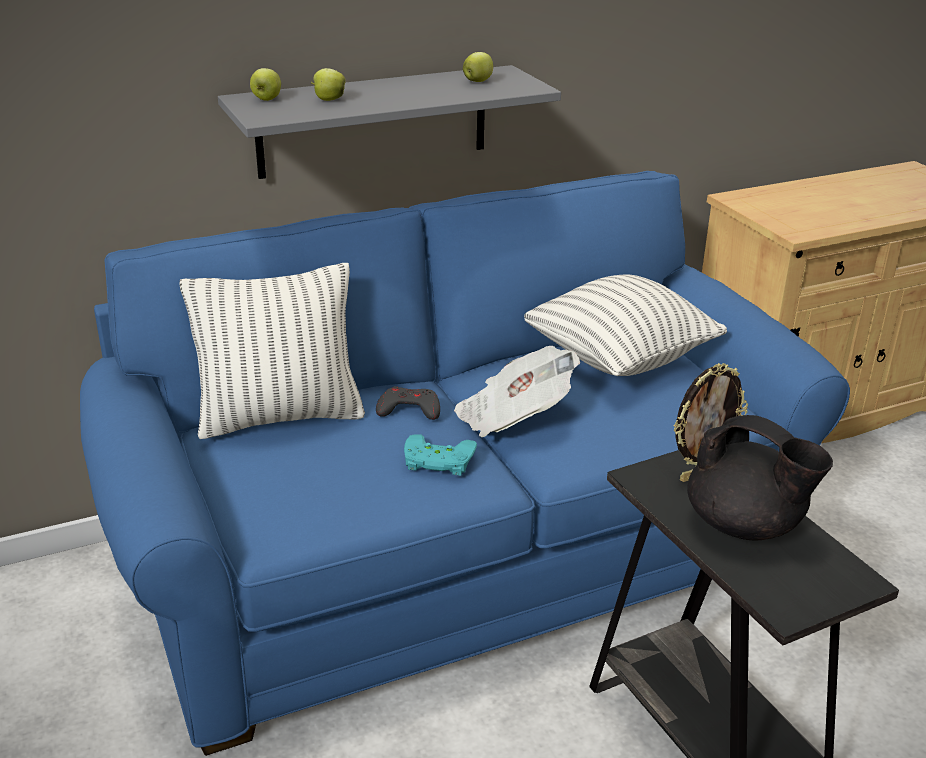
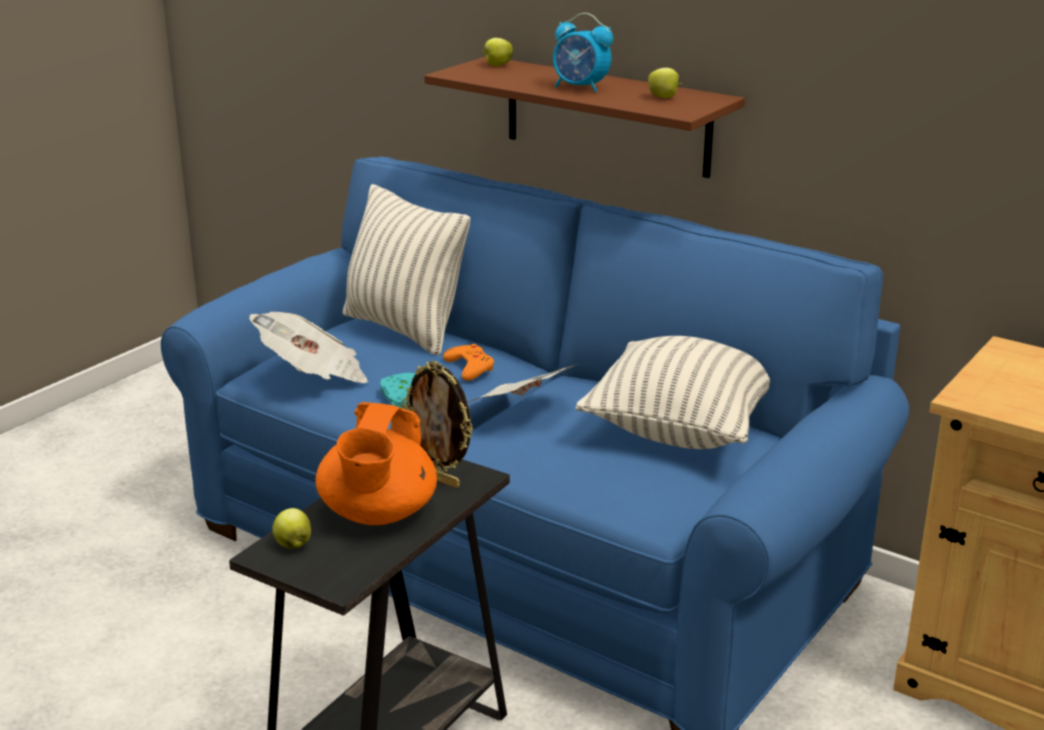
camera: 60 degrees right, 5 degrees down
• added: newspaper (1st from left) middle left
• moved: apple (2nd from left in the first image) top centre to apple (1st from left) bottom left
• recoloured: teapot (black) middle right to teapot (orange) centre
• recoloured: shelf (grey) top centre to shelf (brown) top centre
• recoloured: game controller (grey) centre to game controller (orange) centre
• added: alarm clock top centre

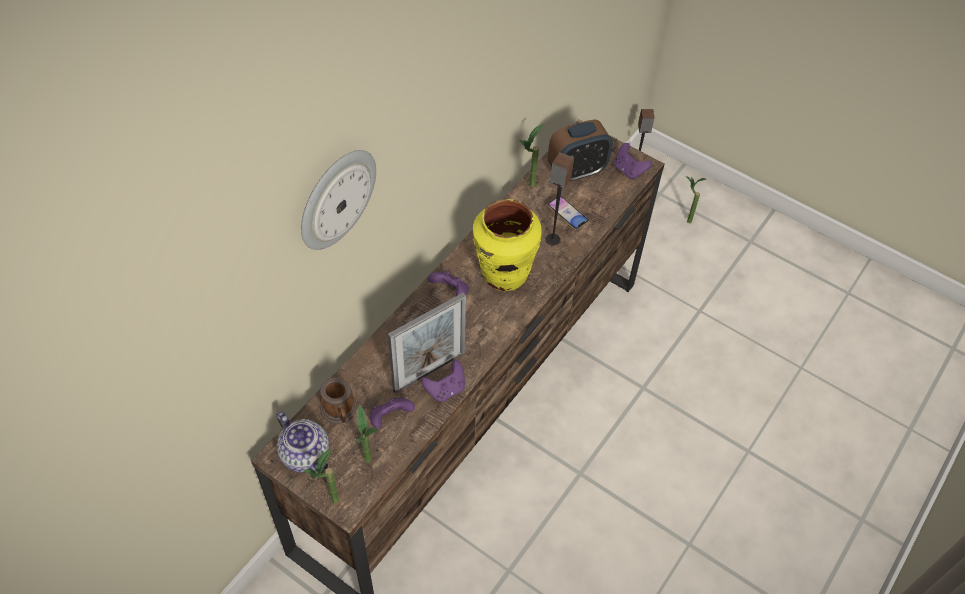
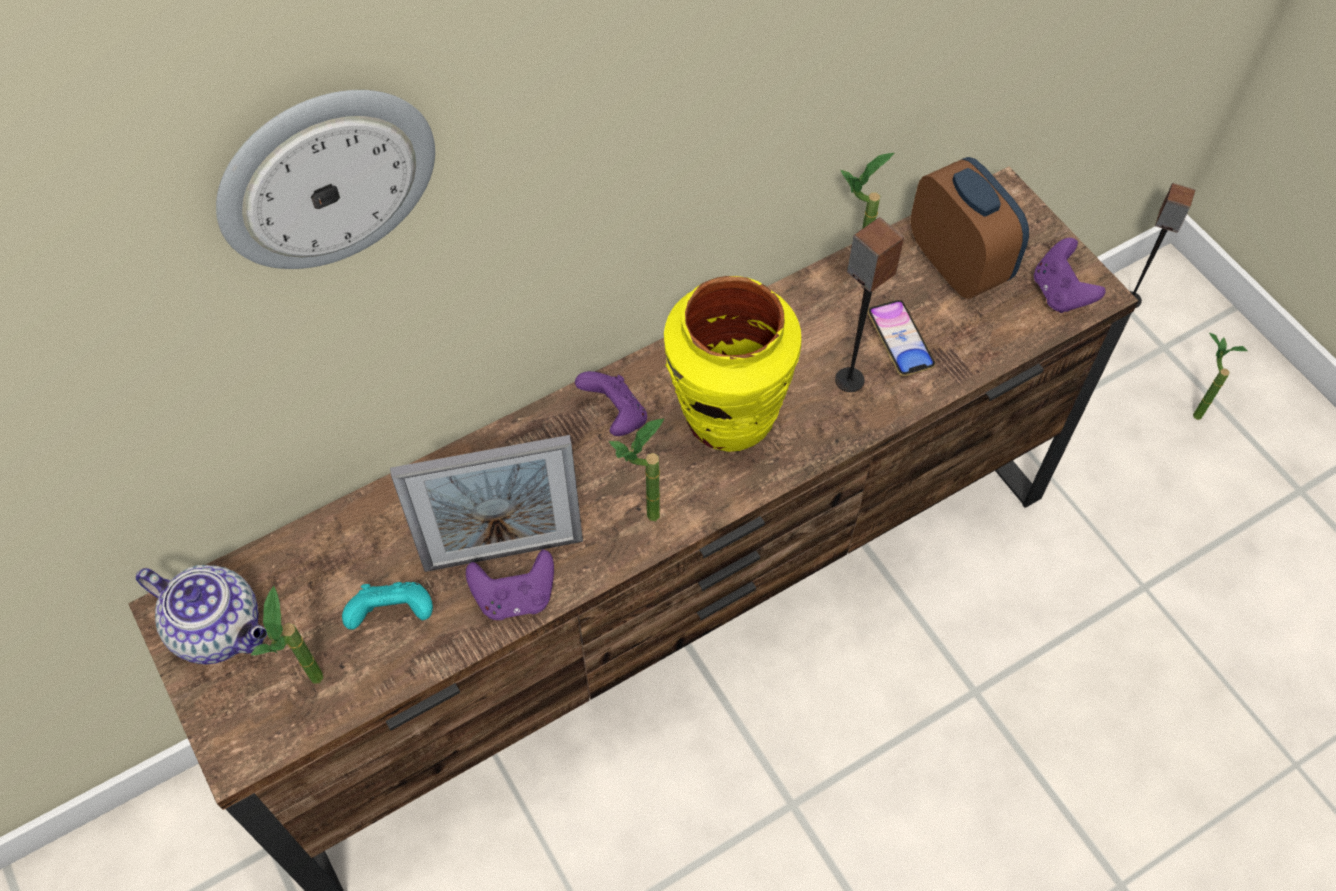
camera: 25 degrees right, 5 degrees up
• turned: teapot bottom left = bottom left 45 degrees counterclockwise
• recoloured: game controller (purple) (1st from left) bottom centre to game controller (turquoise) bottom left
• moved: potted plant (1st from left in the first image) bottom left to potted plant (2nd from left) centre
• turned: alarm clock top centre = top right 120 degrees counterclockwise
• removed: mug bottom centre

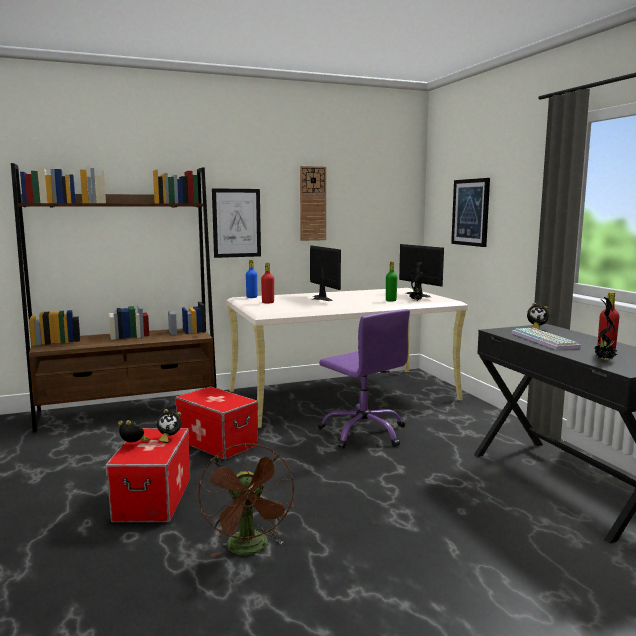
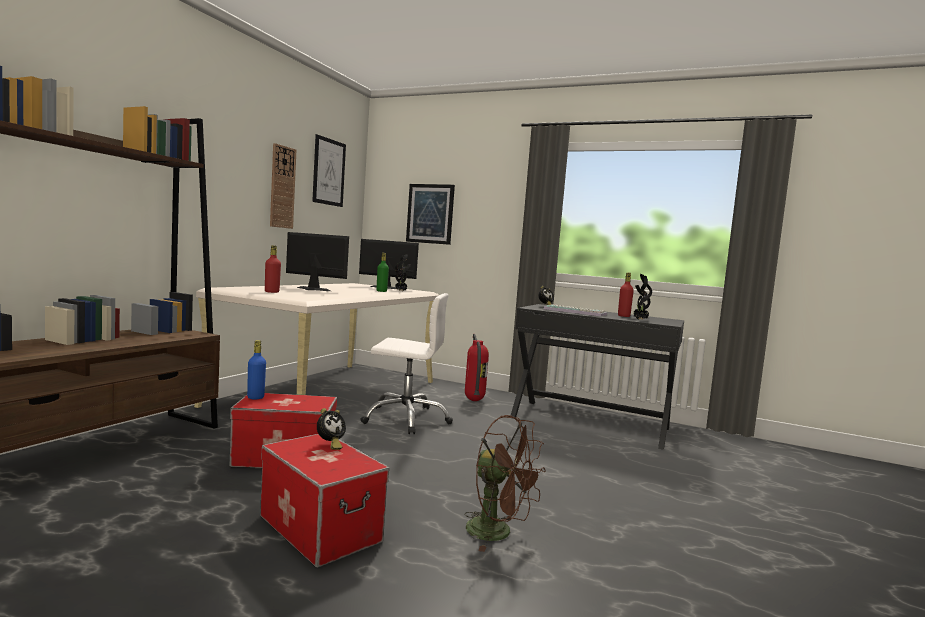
camera: 45 degrees left, 5 degrees down
• moved: bottle (blue) centre to middle left
• moved: picture (1st from left) centre to top centre
• recoloured: office chair (purple) centre to office chair (white) centre
• added: fire extinguisher centre
• removed: alarm clock (1st from left) bottom left

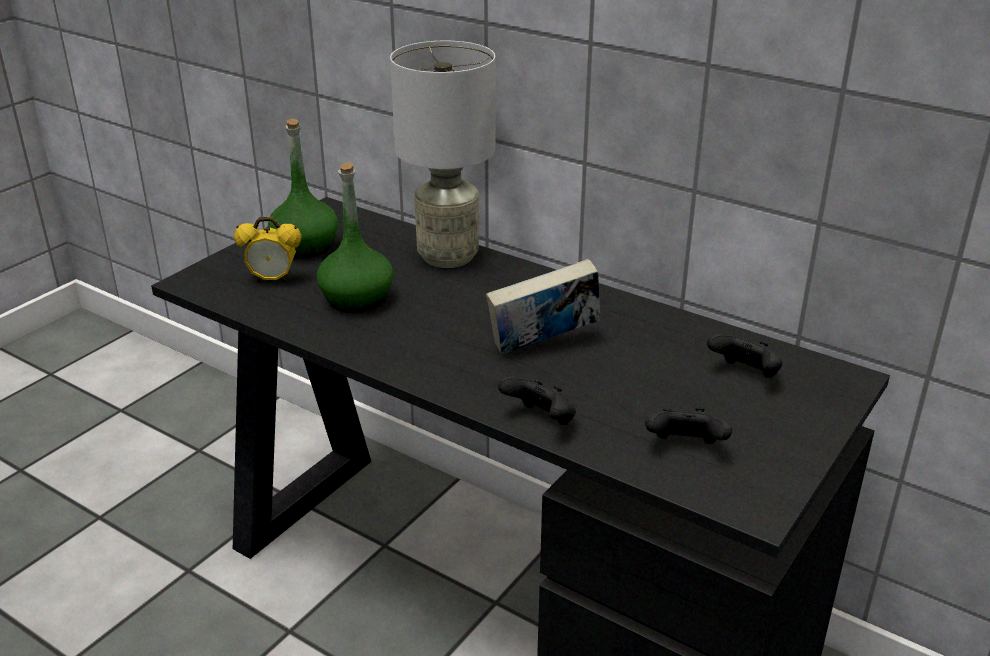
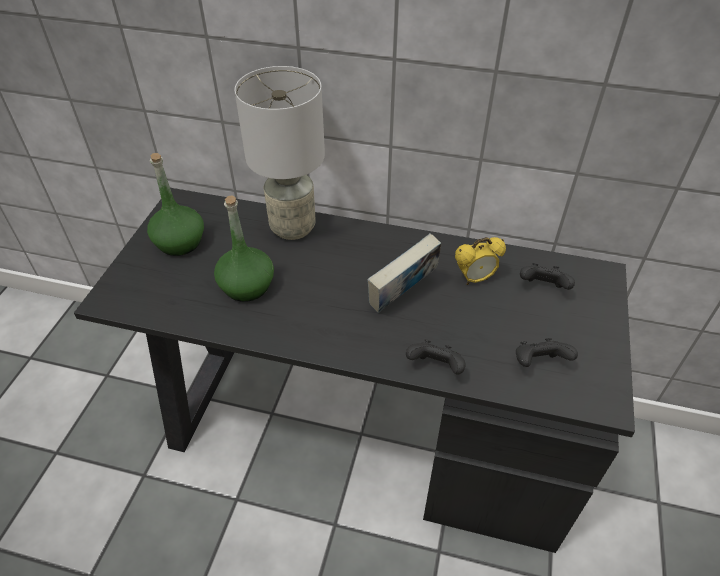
camera: 20 degrees left, 15 degrees up
• moved: alarm clock middle left to middle right

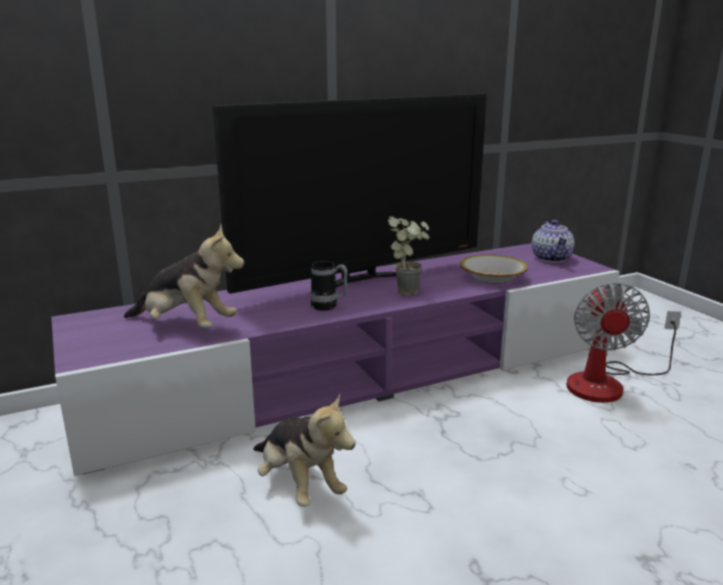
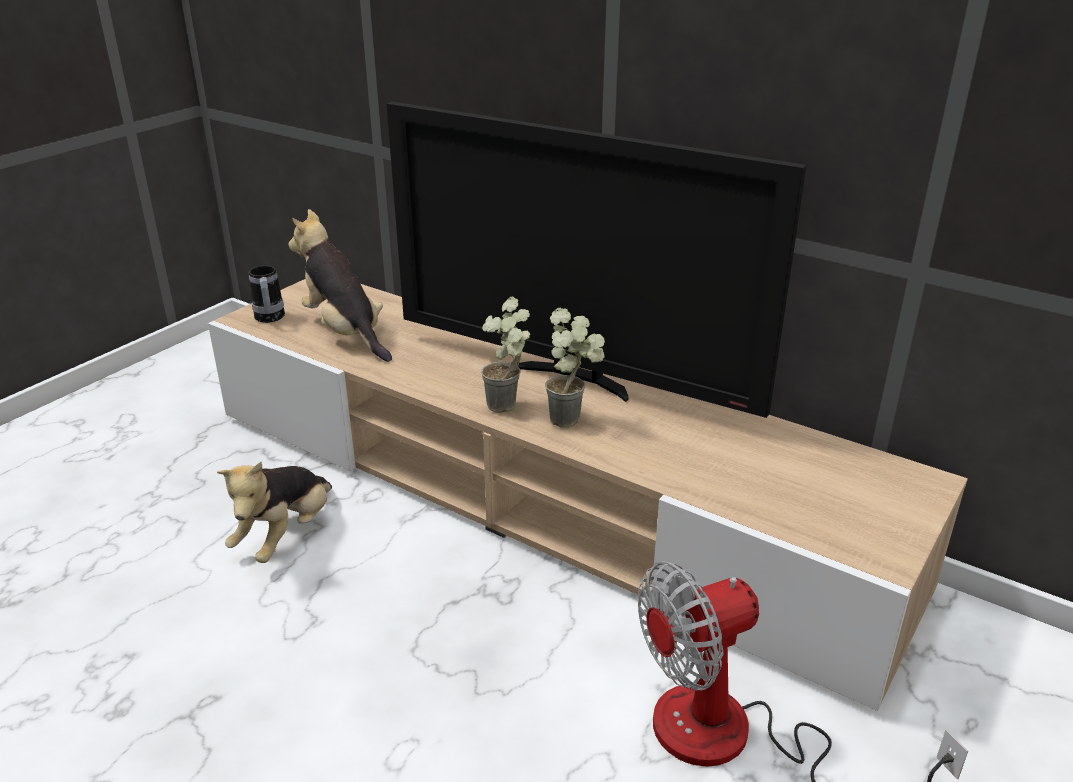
camera: 60 degrees right, 10 degrees up
• recoloured: tv stand (purple) centre to tv stand (beige) centre
• moved: mug centre to middle left
• turned: plush toy (1st from left in the first image) middle left = middle left 150 degrees clockwise
• added: potted plant (1st from left) centre
• removed: bowl middle right
• removed: teapot middle right

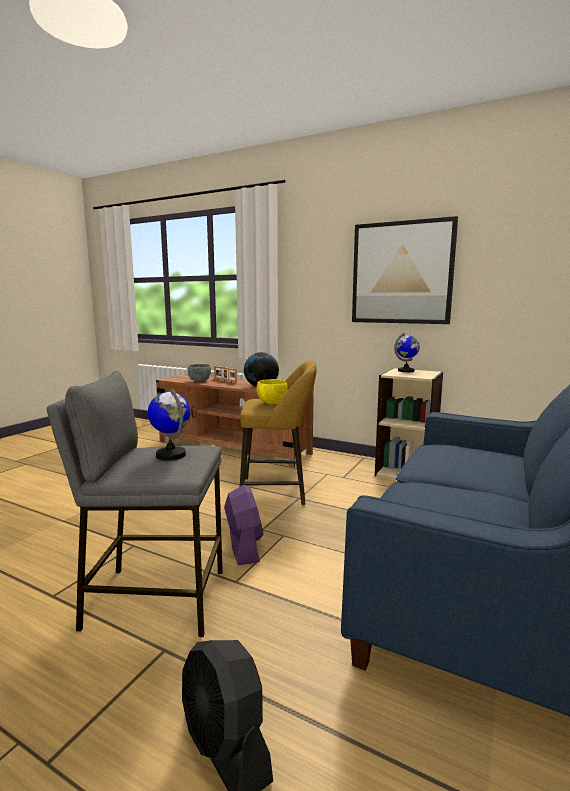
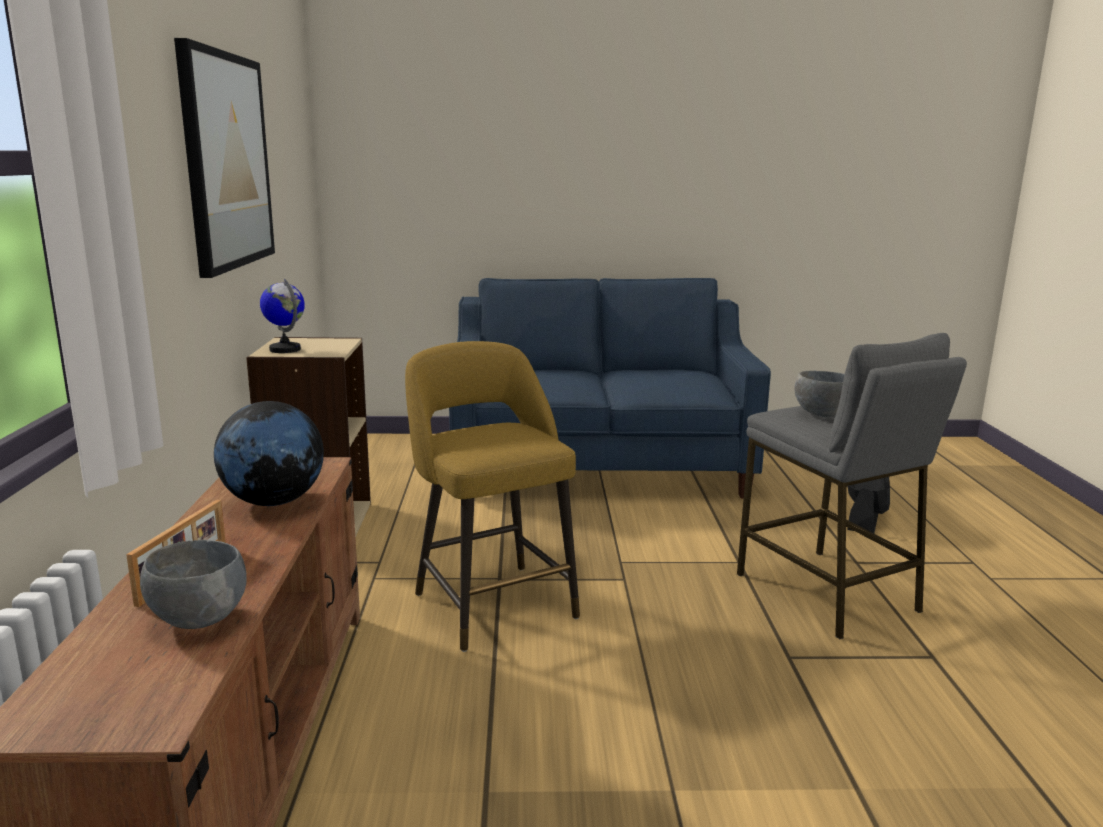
camera: 120 degrees left, 5 degrees up
• replaced: globe (1st from left) middle left to bowl (grey) (2nd from left) middle right
• removed: fan (purple) centre
• removed: bowl (yellow) centre

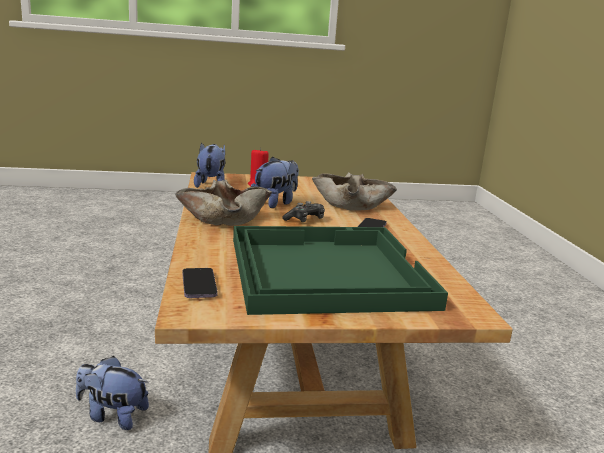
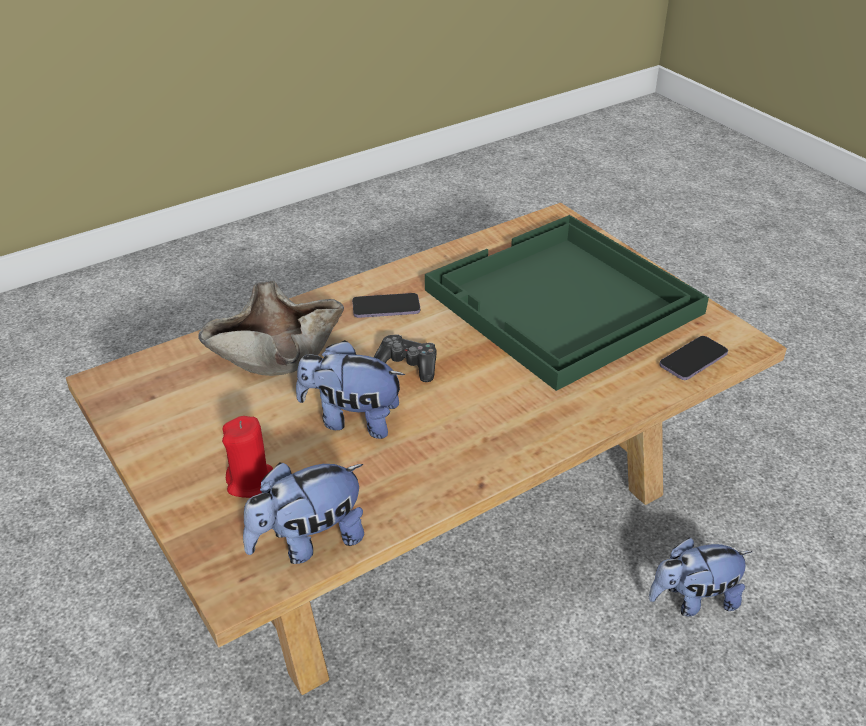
camera: 115 degrees left, 20 degrees up
• turned: plush toy (1st from left in the first image) bottom left = bottom right 90 degrees clockwise
• removed: bowl (beige) (1st from left) centre

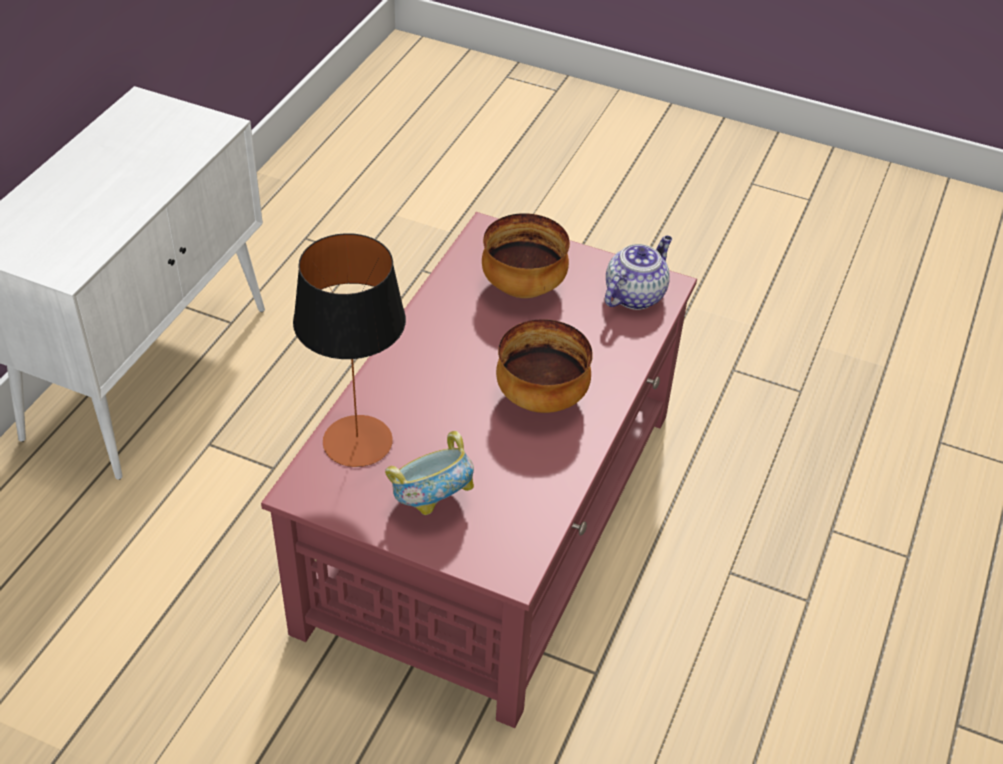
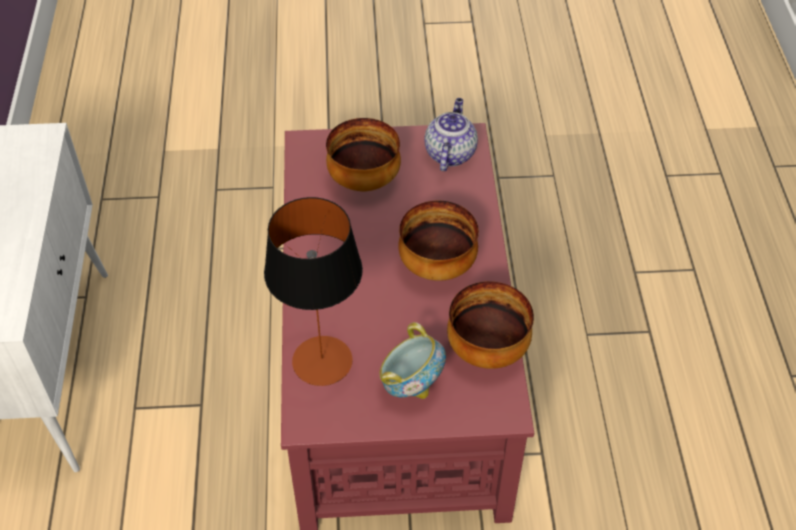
camera: 25 degrees left, 5 degrees up
• added: bowl (4th from left) centre

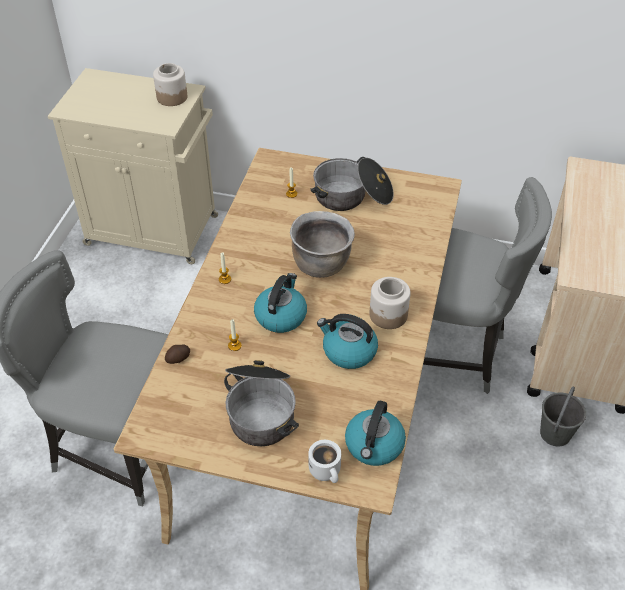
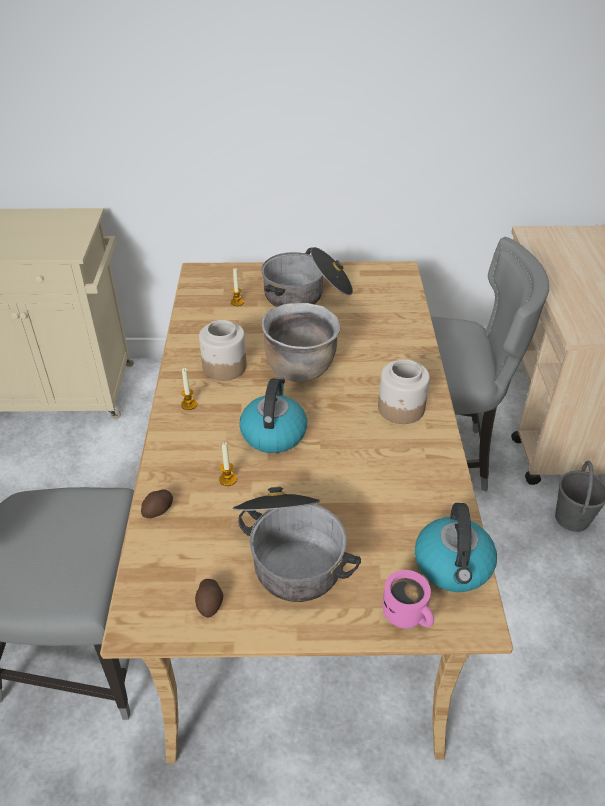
camera: 15 degrees left, 5 degrees down
• added: potato (2nd from left) bottom centre
• moved: jar (1st from left) top left to centre
• recoloured: mug (white) bottom centre to mug (pink) bottom right
• removed: kettle (2nd from left) centre

